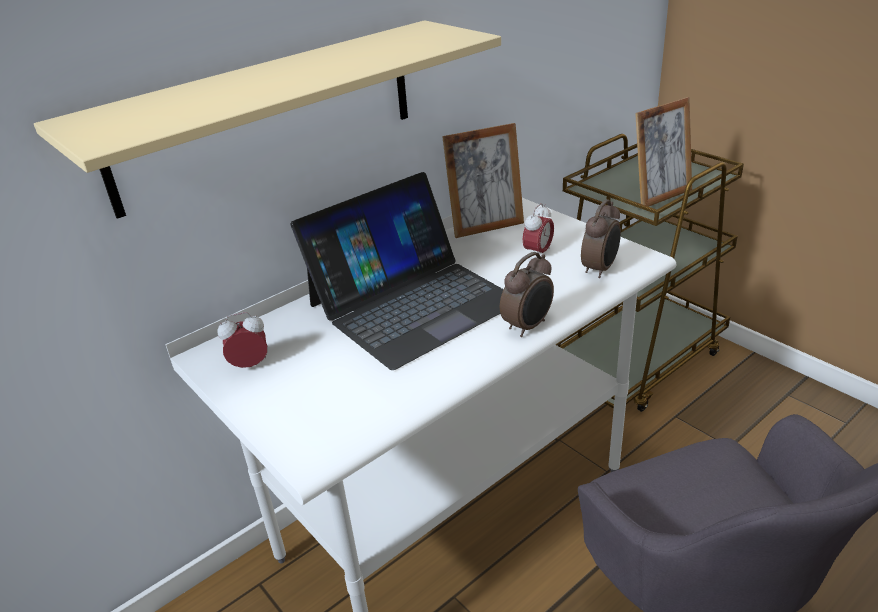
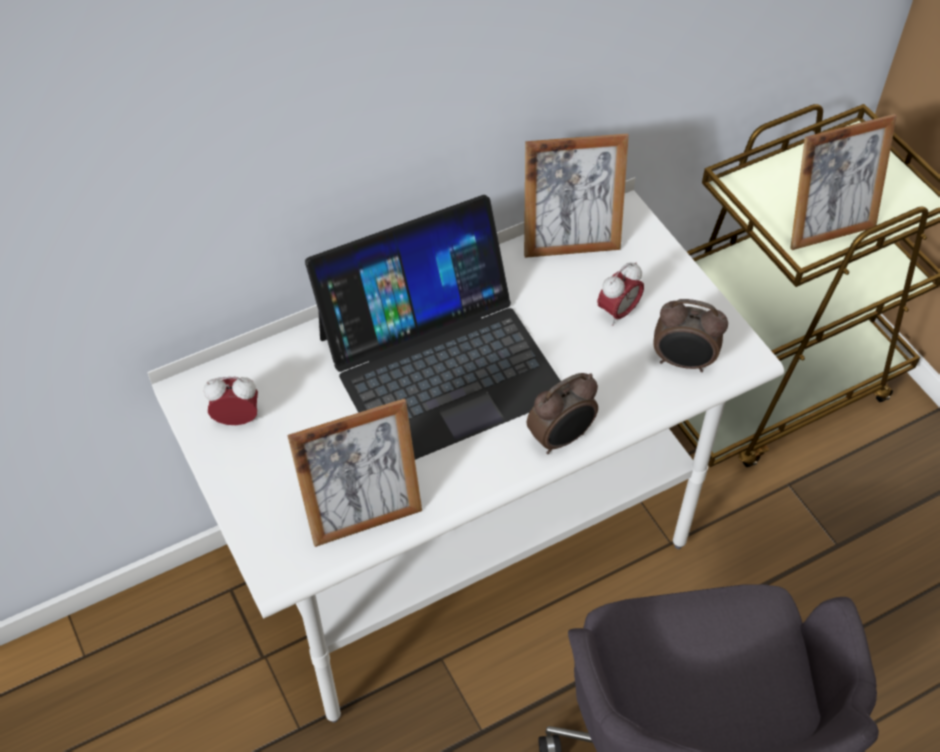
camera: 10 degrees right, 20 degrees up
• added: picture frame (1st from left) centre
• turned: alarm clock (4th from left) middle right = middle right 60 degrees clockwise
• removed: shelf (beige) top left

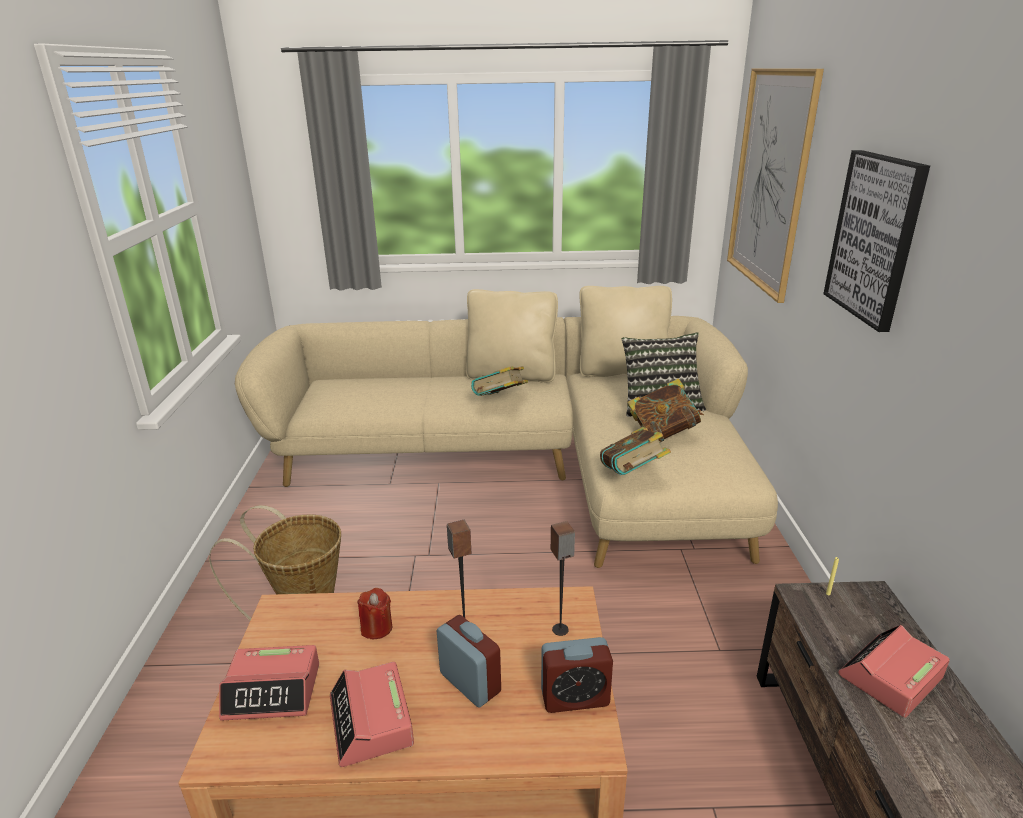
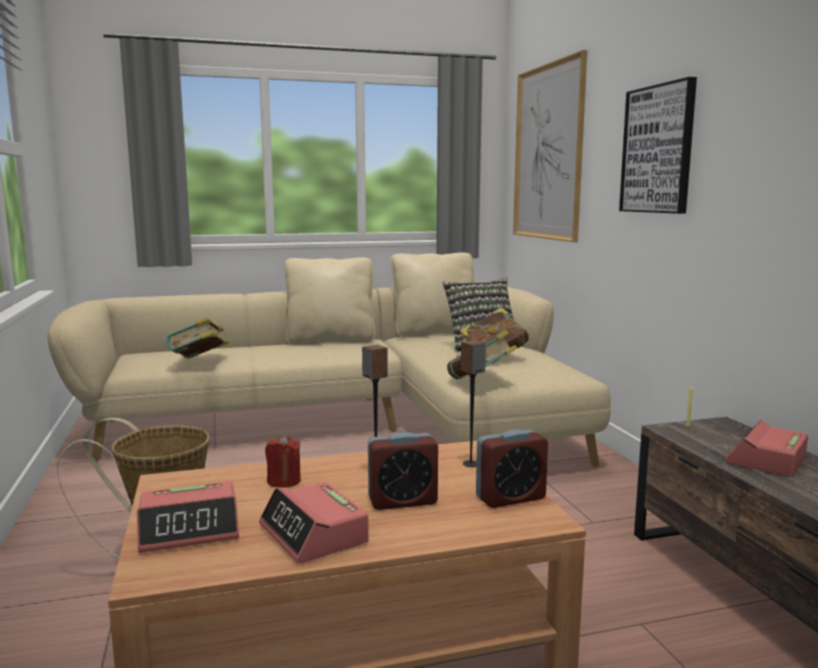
camera: 15 degrees left, 15 degrees down
• moved: book (1st from left) centre to middle left
• turned: alarm clock (3rd from left) bottom centre = bottom centre 135 degrees clockwise

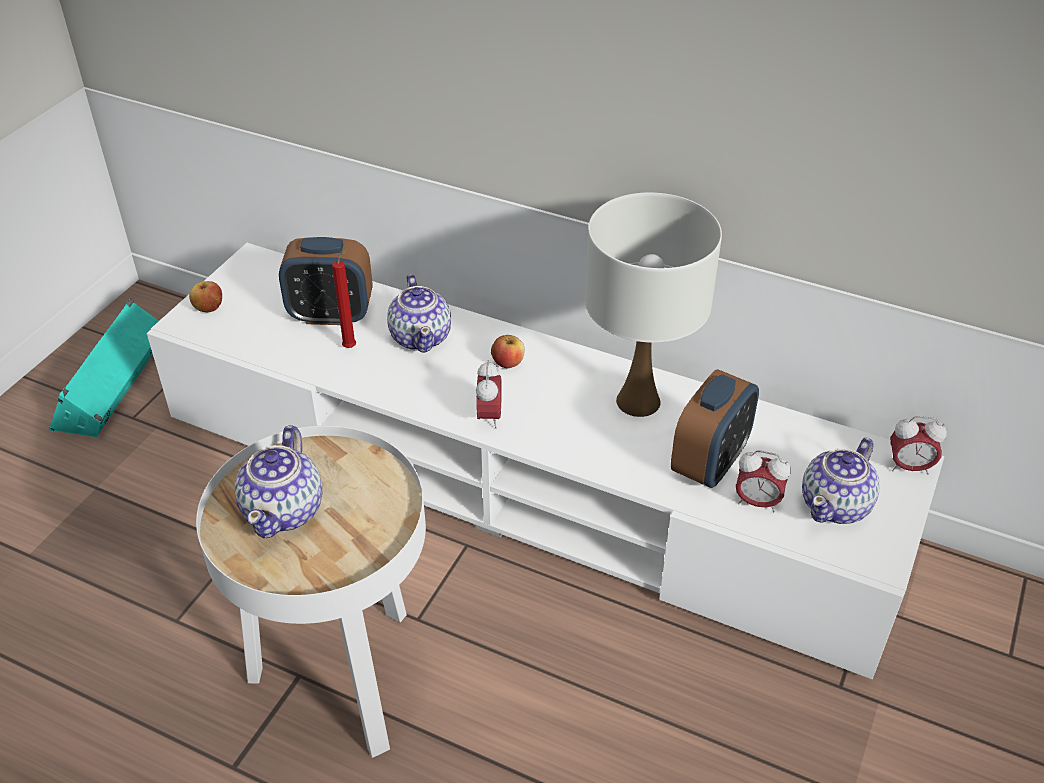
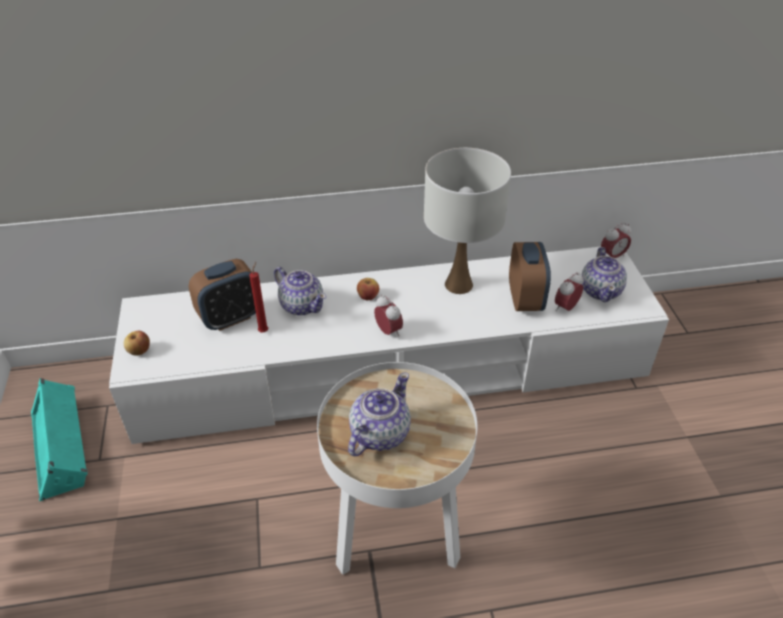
camera: 35 degrees left, 0 degrees up
• turned: teapot (1st from left in the first image) middle left = bottom centre 120 degrees counterclockwise
• turned: alarm clock (4th from left) middle right = middle right 150 degrees clockwise

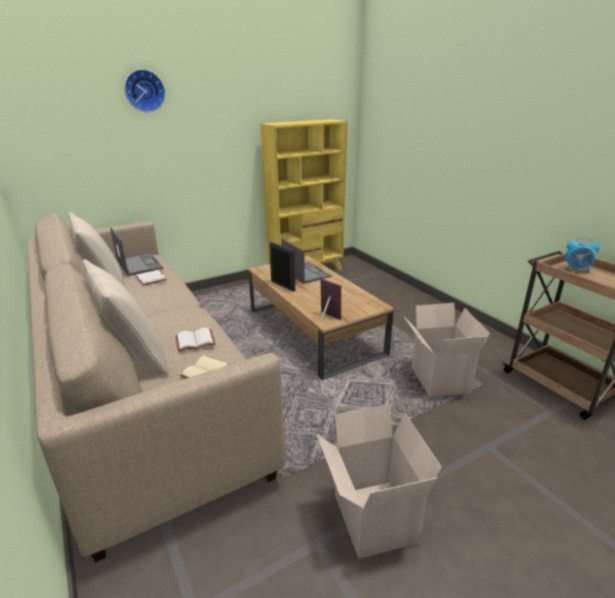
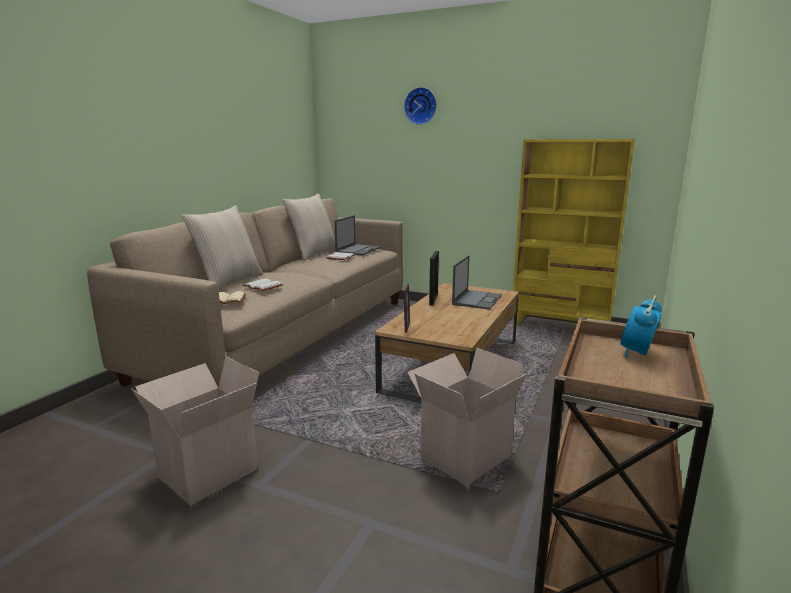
camera: 55 degrees right, 10 degrees down
• turned: alarm clock middle right = middle right 45 degrees clockwise

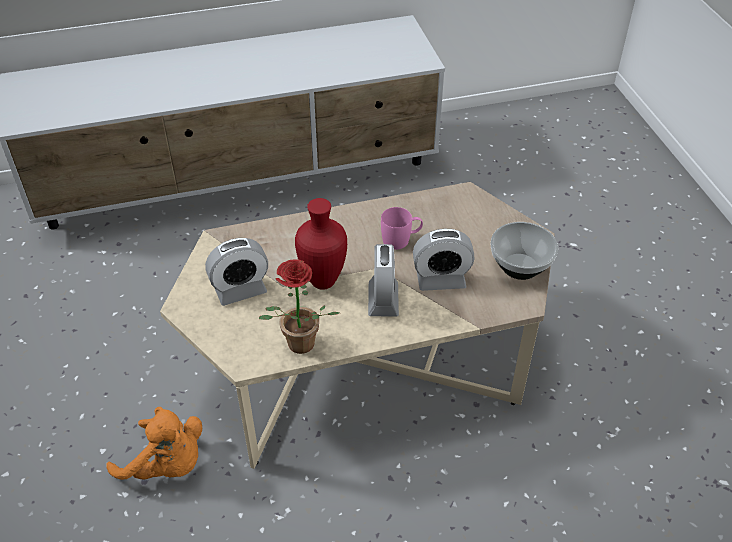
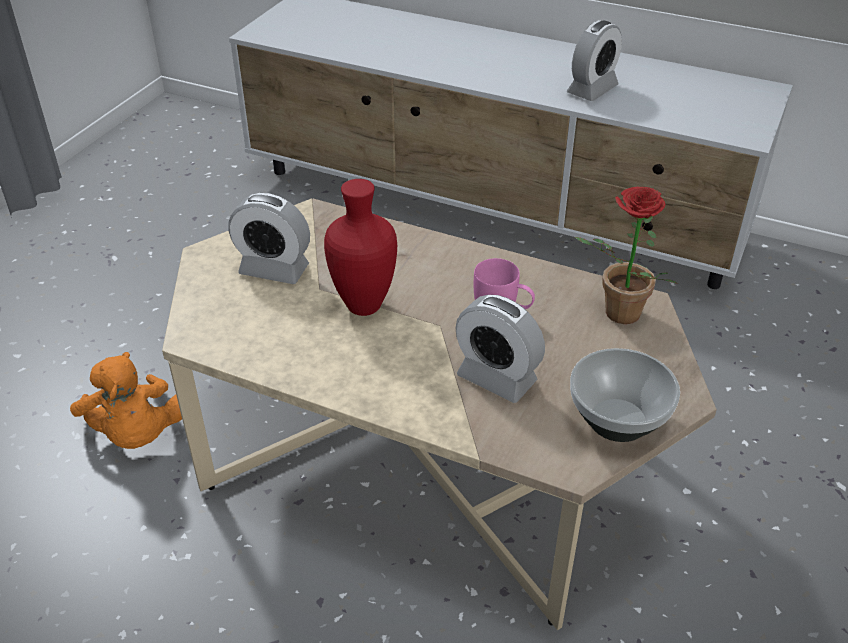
camera: 40 degrees right, 5 degrees down
• moved: alarm clock (2nd from left in the first image) centre to alarm clock (3rd from left) top right
• moved: potted plant centre to middle right

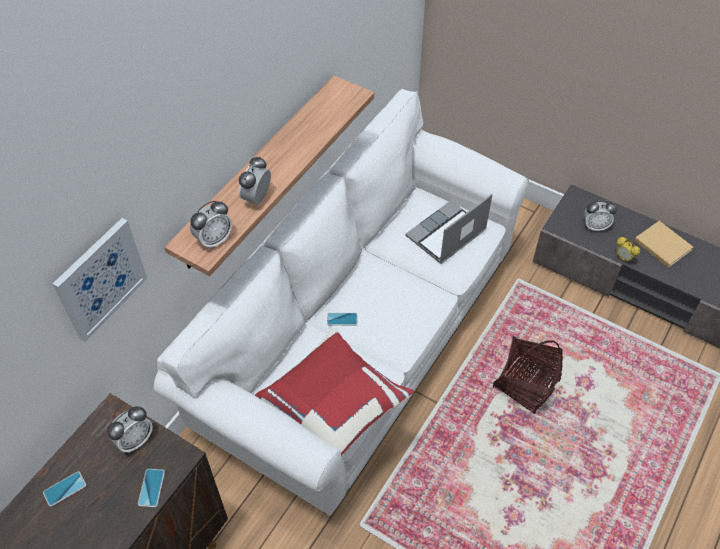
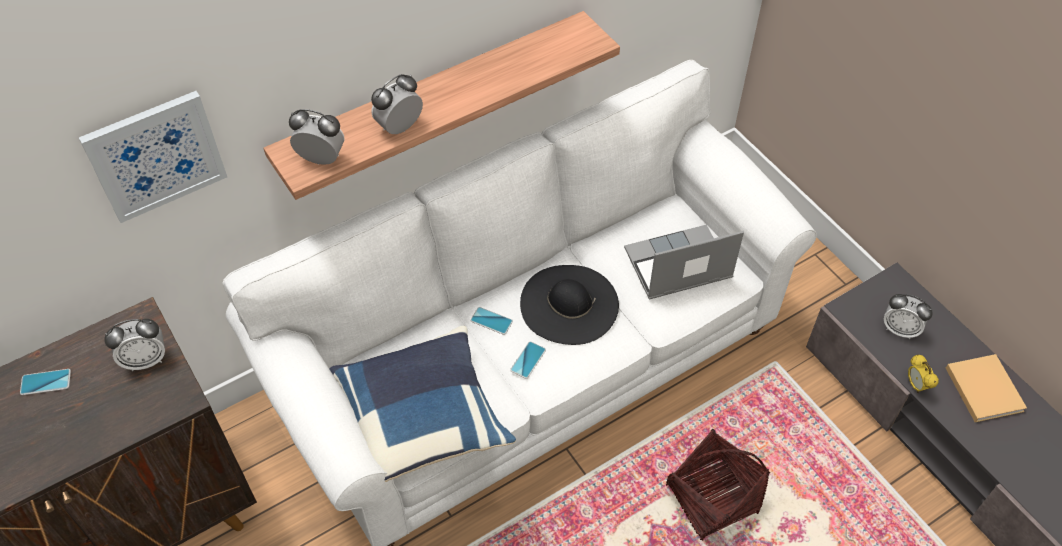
camera: 25 degrees right, 0 degrees up
• turned: alarm clock (2nd from left) middle left = top left 150 degrees counterclockwise
• recoloured: pillow (red) bottom centre to pillow (blue) bottom centre
• moved: phone (2nd from left in the first image) bottom left to phone (3rd from left) centre
• added: hat (black) centre

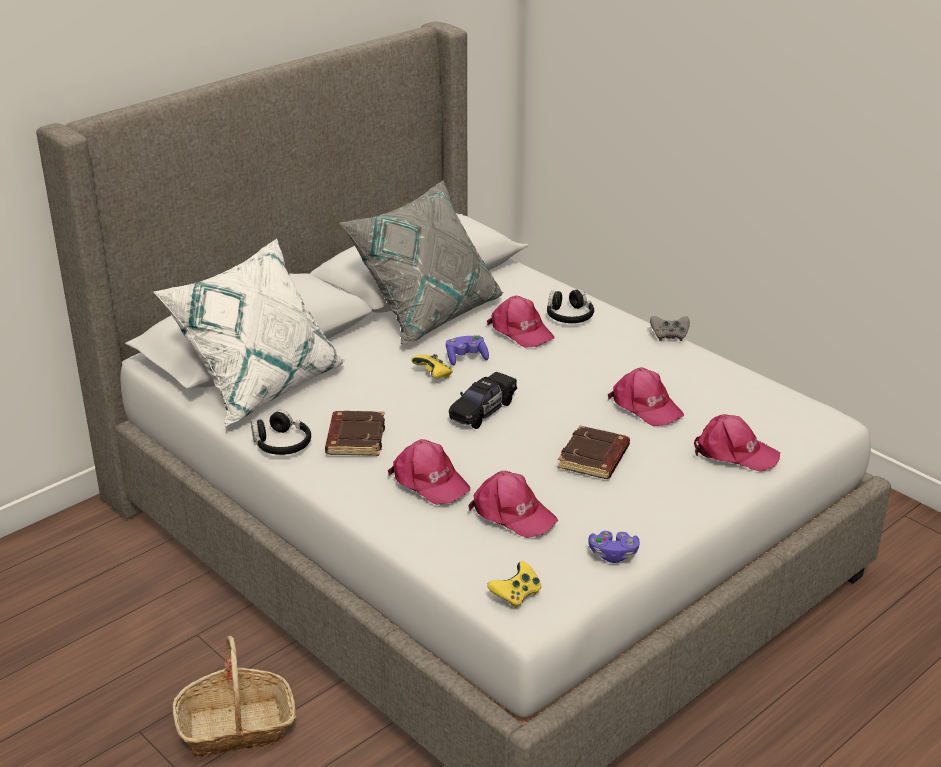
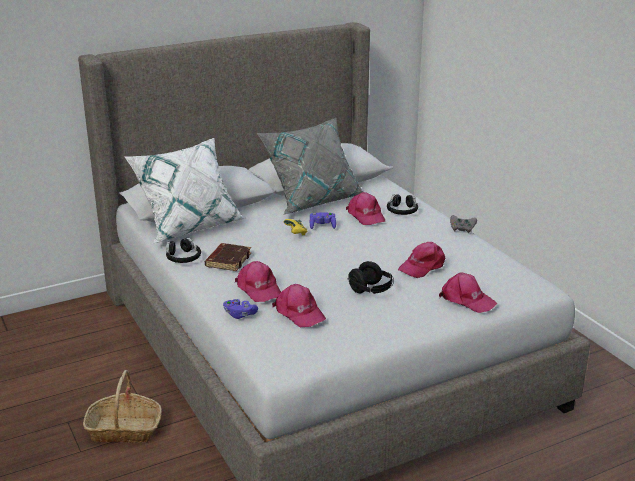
camera: 15 degrees right, 5 degrees down
• moved: game controller (purple) (2nd from left in the first image) bottom centre to game controller (purple) (1st from left) centre
• replaced: book (brown) (2nd from left) centre to headphones (black) (2nd from left) centre
• turned: cap (pink) (4th from left) middle right = centre 75 degrees clockwise
• removed: toy car (black) centre
• removed: game controller (yellow) (2nd from left) bottom centre

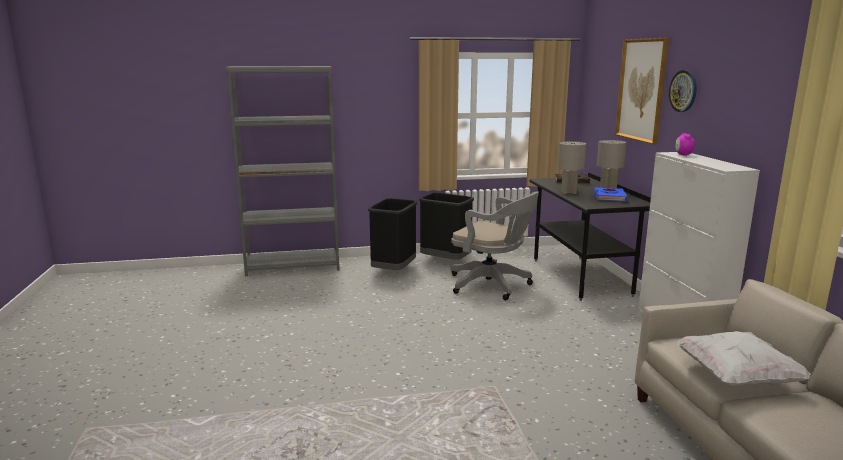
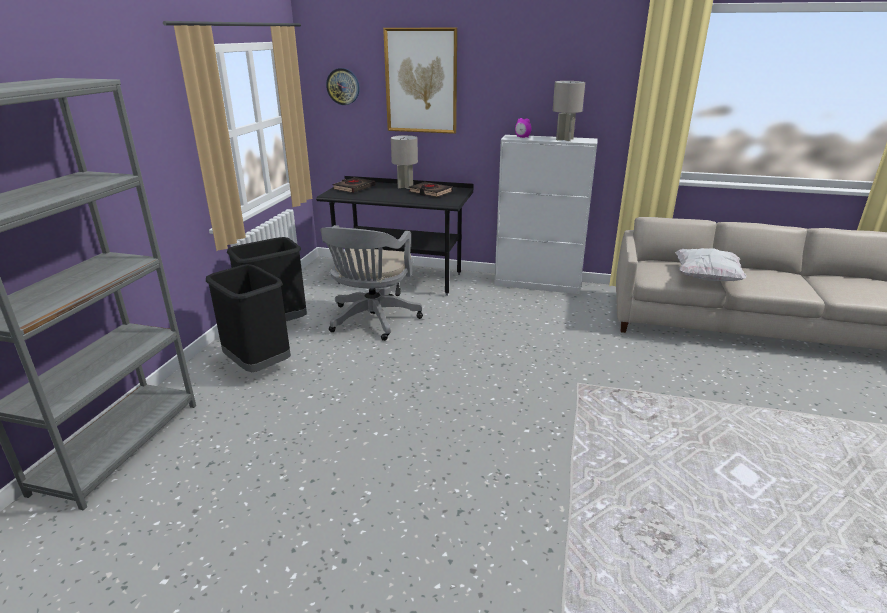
camera: 65 degrees left, 10 degrees up
• turned: office chair (grey) centre = centre 135 degrees clockwise
• moved: wall clock top right to top centre
• recoloured: book (blue) middle right to book (black) (2nd from left) top centre
• moved: table lamp (grey) (1st from left in the first image) middle right to table lamp (grey) (2nd from left) top centre

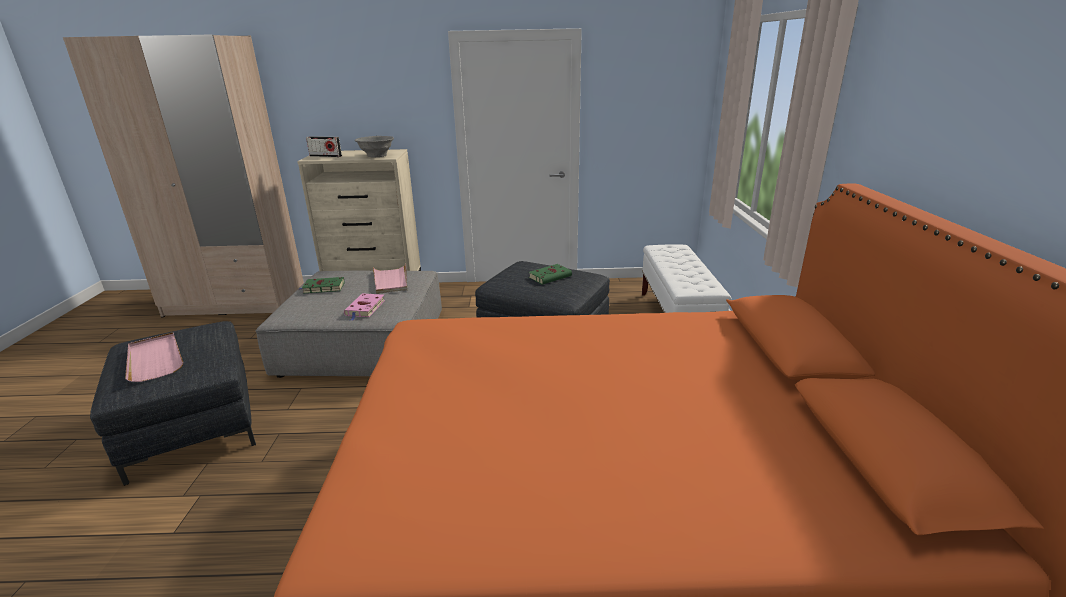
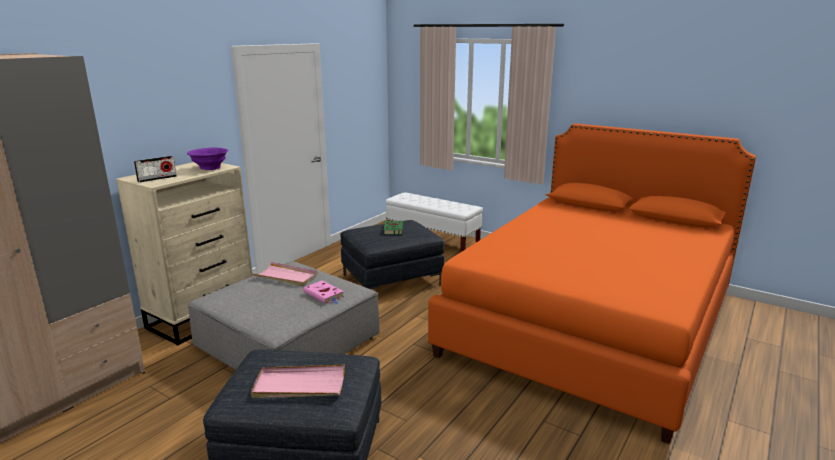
camera: 55 degrees left, 5 degrees down
• recoloured: bowl (grey) top centre to bowl (purple) middle left
• removed: book (green) (1st from left) middle left

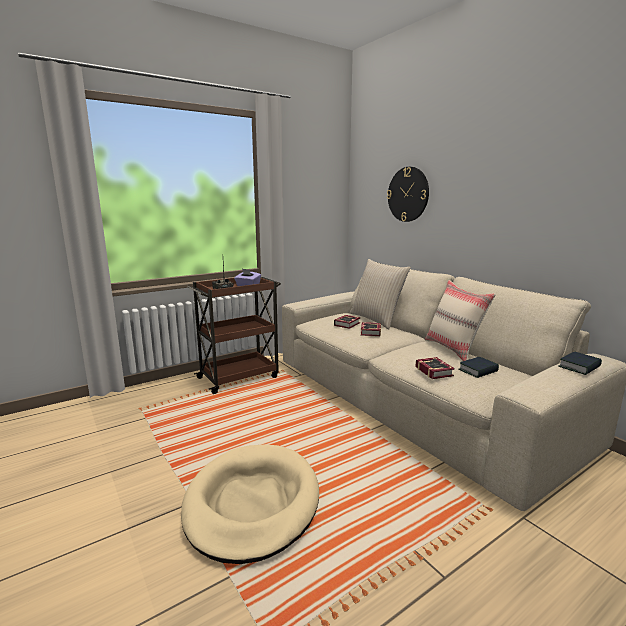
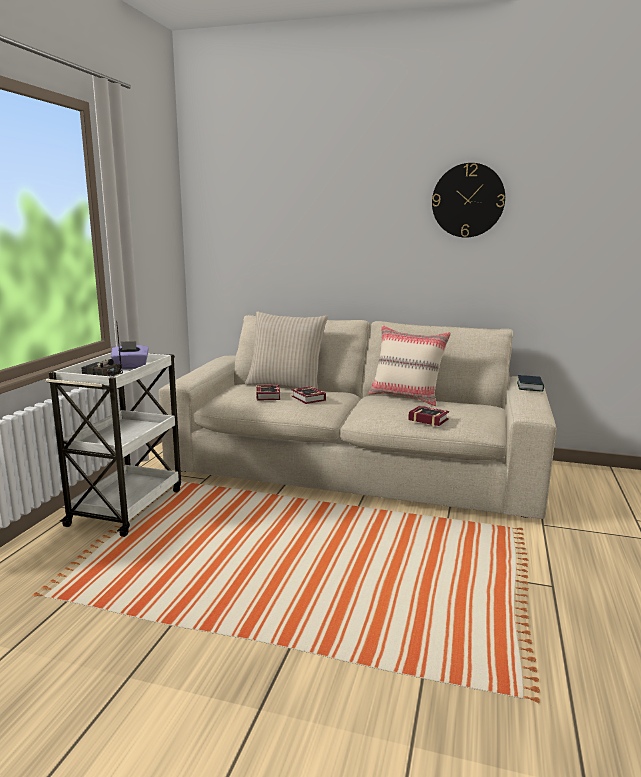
camera: 40 degrees left, 0 degrees up
• recoloured: cart (brown) centre to cart (white) middle left
• moved: wall clock top centre to top right
• removed: dog bed (beige) bottom centre
• removed: book (4th from left) middle right

